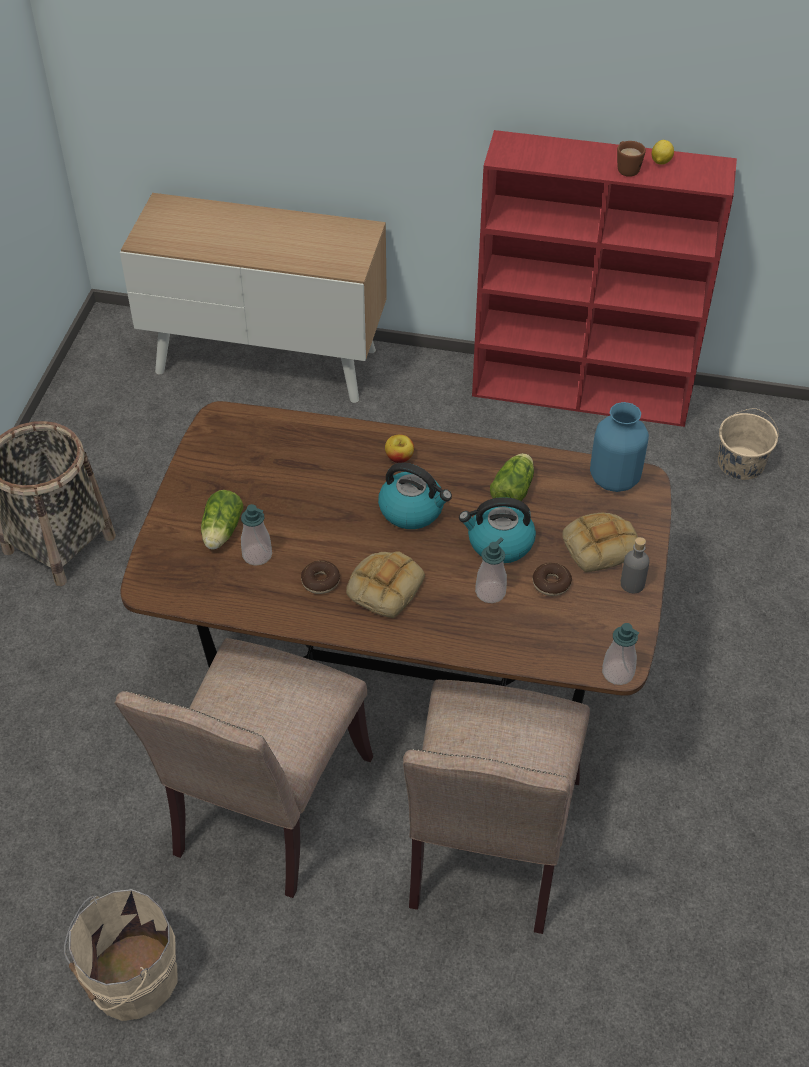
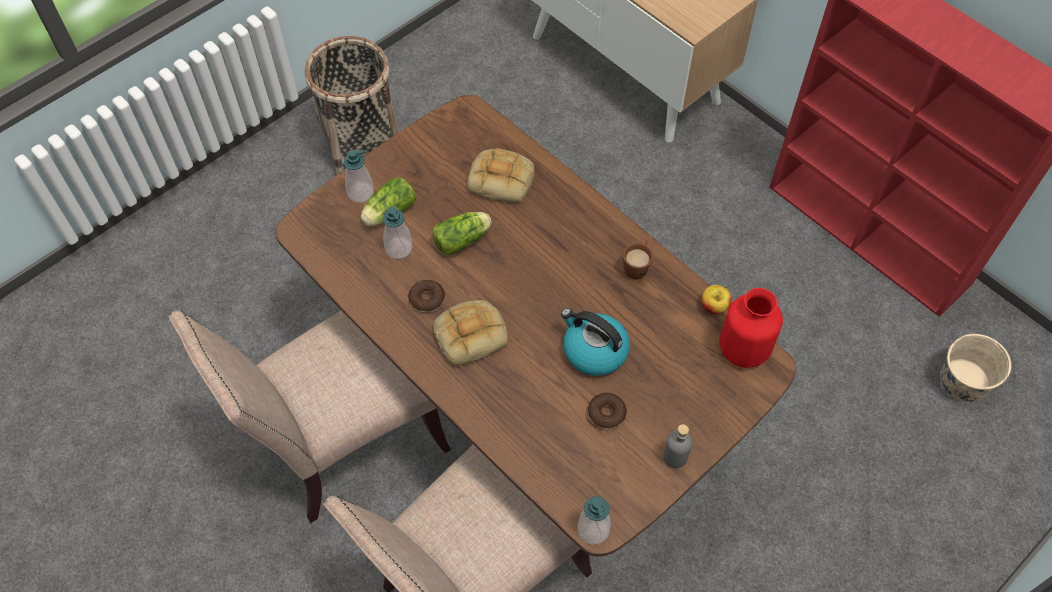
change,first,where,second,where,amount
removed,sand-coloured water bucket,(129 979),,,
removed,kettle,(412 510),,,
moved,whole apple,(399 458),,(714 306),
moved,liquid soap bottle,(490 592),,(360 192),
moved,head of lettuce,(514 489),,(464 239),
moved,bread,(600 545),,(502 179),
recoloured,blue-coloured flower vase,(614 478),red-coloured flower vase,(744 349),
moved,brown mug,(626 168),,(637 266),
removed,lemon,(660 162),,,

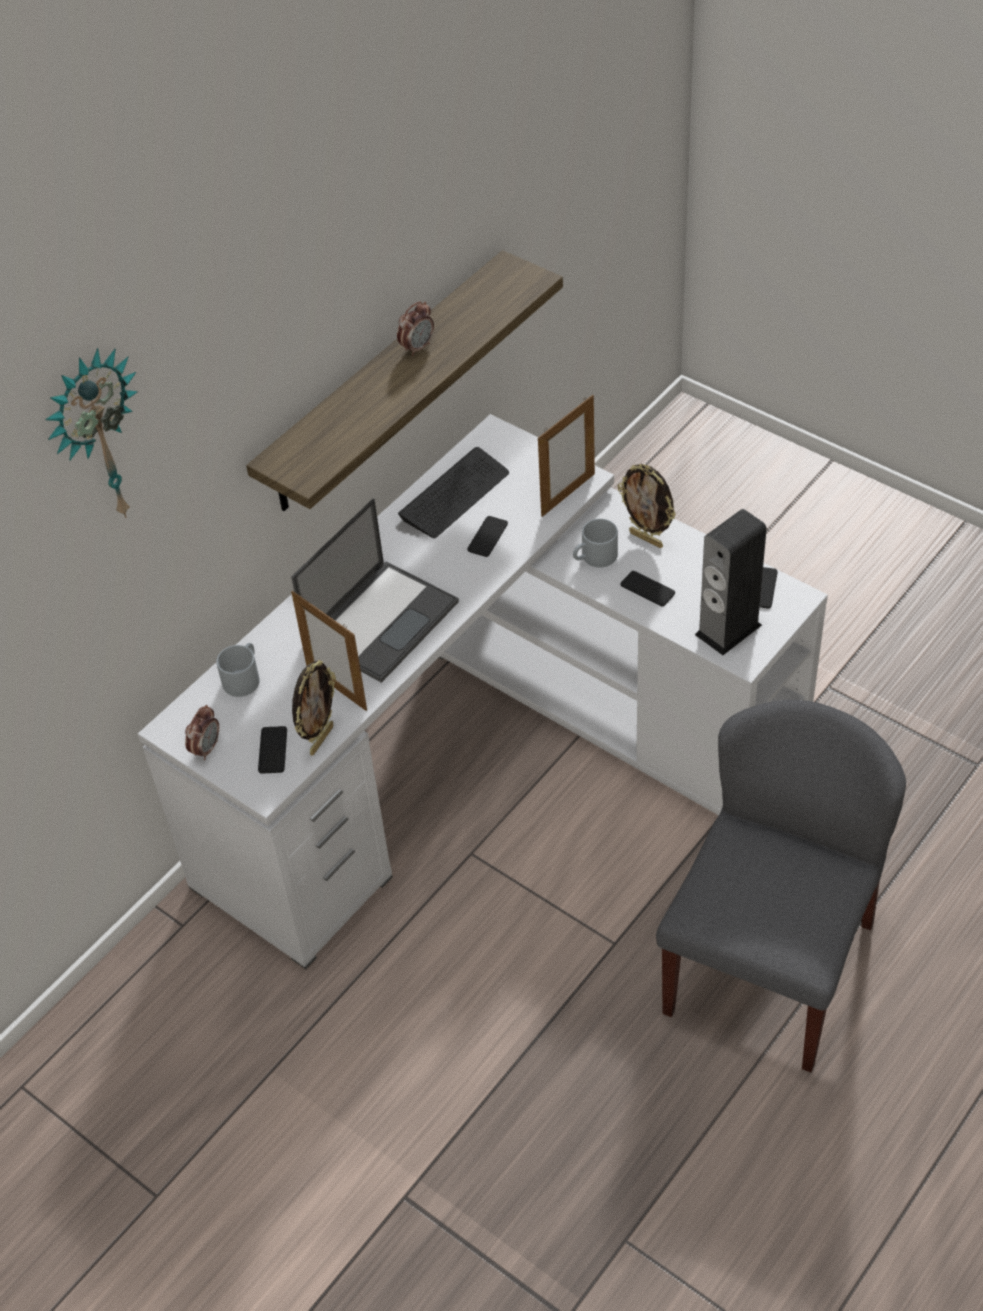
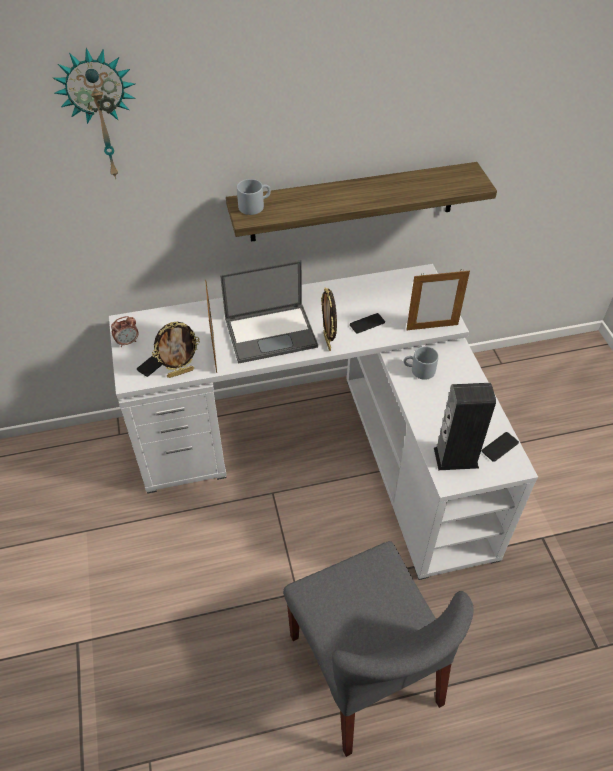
change,first,where,second,where,amount
moved,grey mug,(243 677),,(255 205),
removed,table clock,(417 348),,,
removed,PC keyboard,(454 495),,,
moved,photo frame,(647 539),,(328 342),
removed,telephone,(647 589),,,
turned,grey plain chair,(769 966),,(365 670),90 degrees clockwise

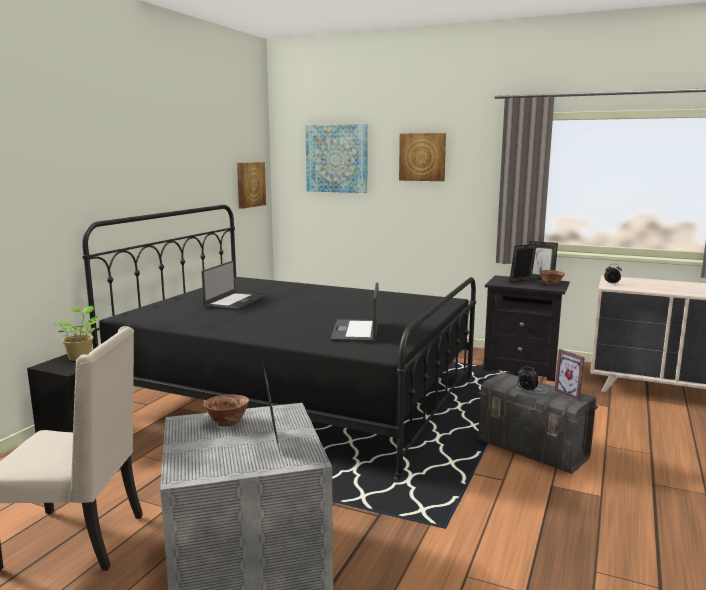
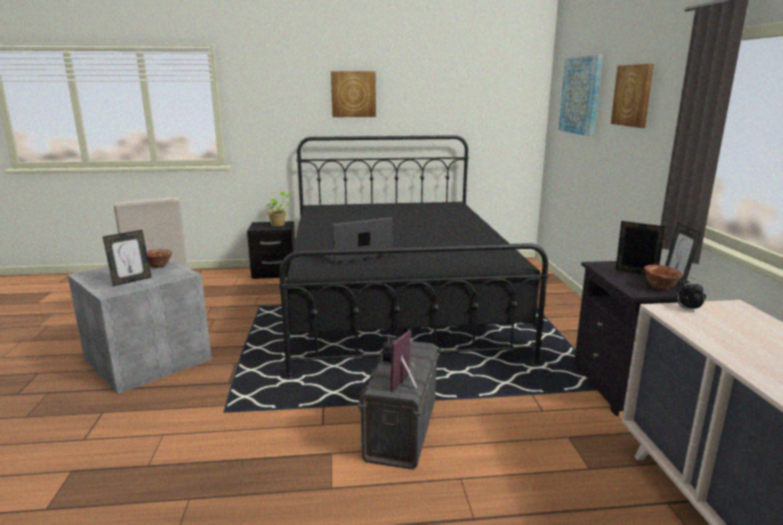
change,first,where,second,where,amount
removed,laptop,(233 302),,,
moved,wall art,(250 184),,(353 94),

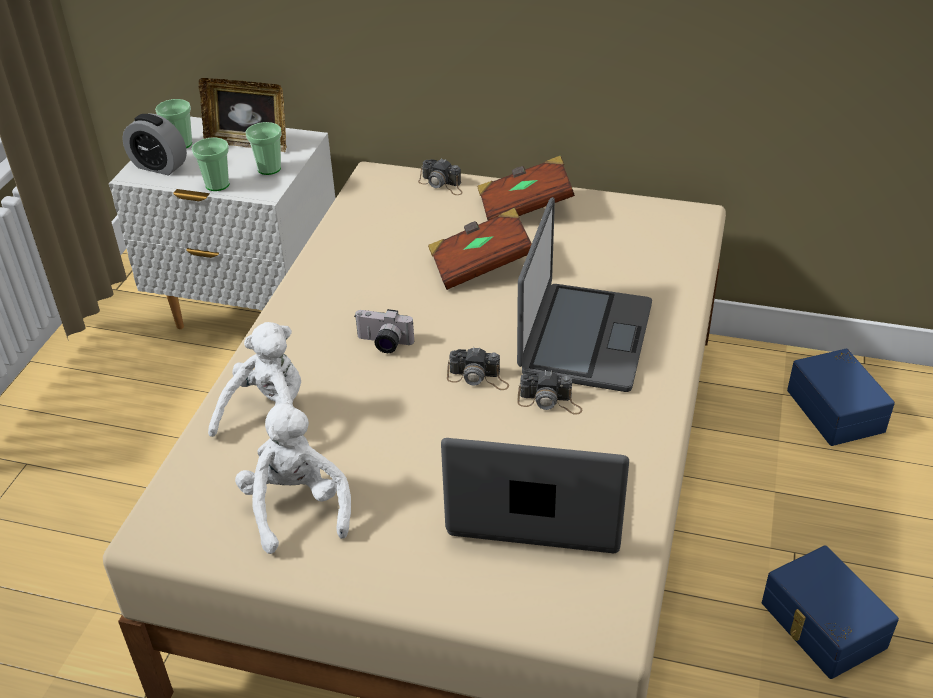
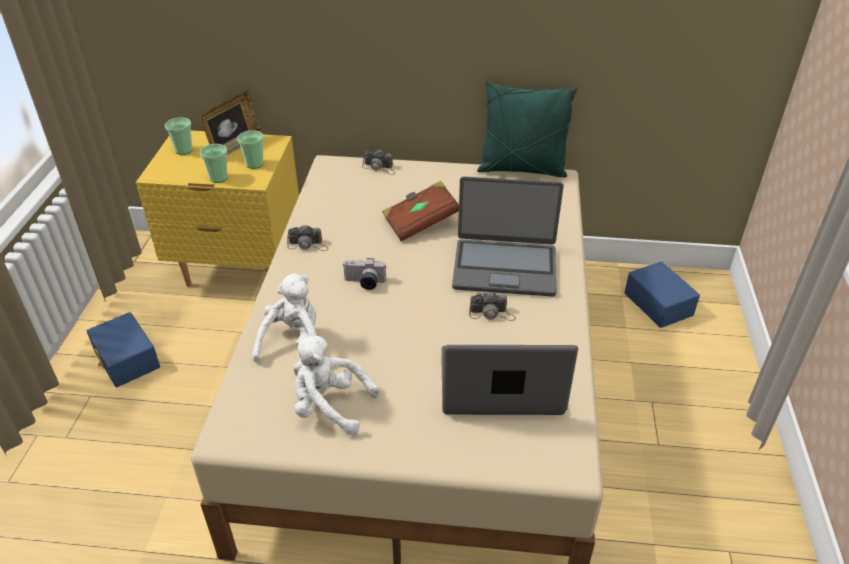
change,first,where,second,where,amount
recoloured,whitish night table,(250 311),yellowish night table,(239 269),
removed,table clock,(159 166),,,
turned,photo frame,(248 143),,(235 147),60 degrees counterclockwise
turned,whitish soft toy,(297 508),,(330 406),45 degrees counterclockwise
moved,still camera,(478 378),,(308 245),
removed,brown volume,(524 207),,,
turned,laptop,(584 338),,(504 267),90 degrees clockwise
moved,blue-coloured storage box,(821 626),,(125 359),
added,,,green-coloured throw pillow,(522 169),

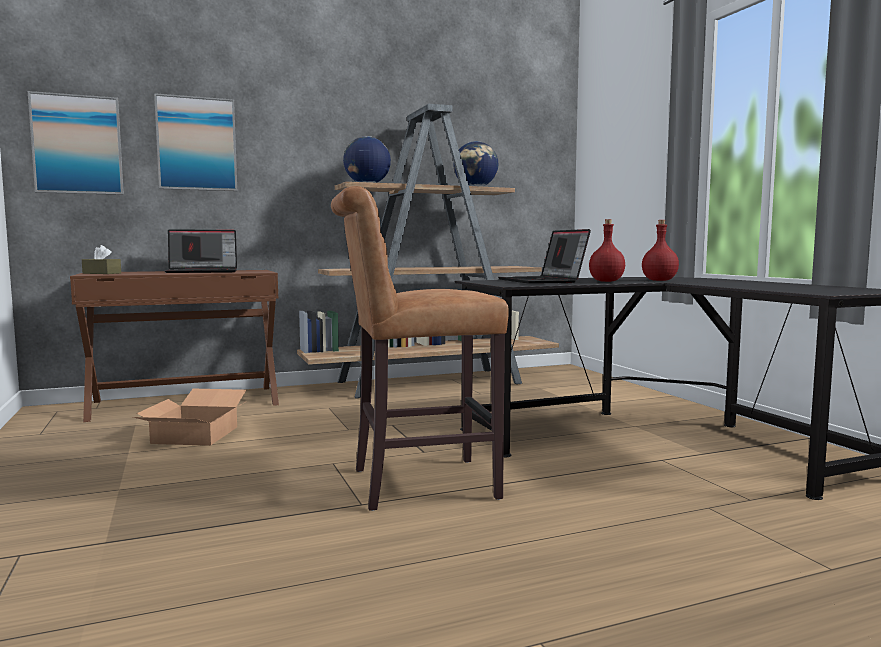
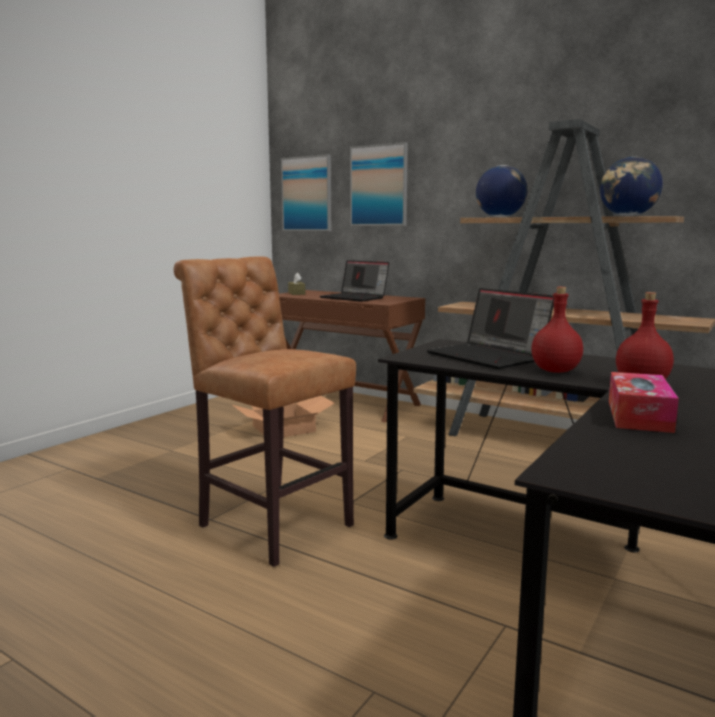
change,first,where,second,where,amount
turned,laptop,(543 281),,(489 357),75 degrees counterclockwise
added,,,box of tissues,(639 415),

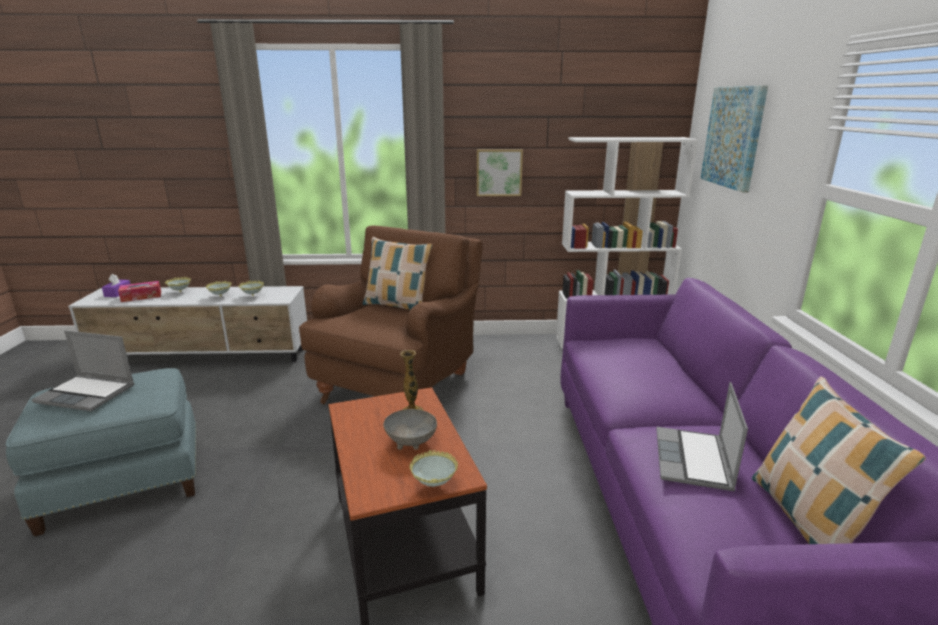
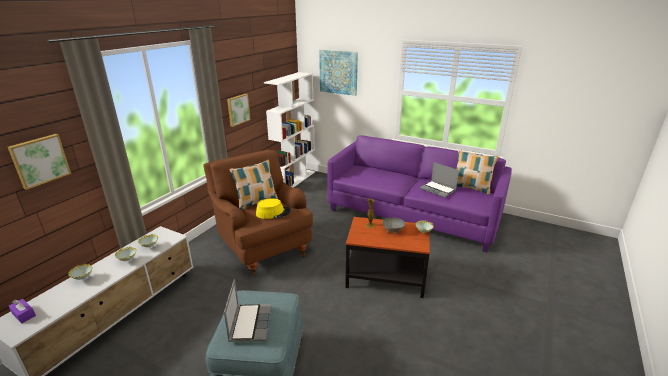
change,first,where,second,where,amount
turned,laptop,(88 394),,(250 323),45 degrees counterclockwise
removed,box of tissues,(141 296),,,
added,,,wall art,(39 160),
added,,,yellowish hat,(273 212),

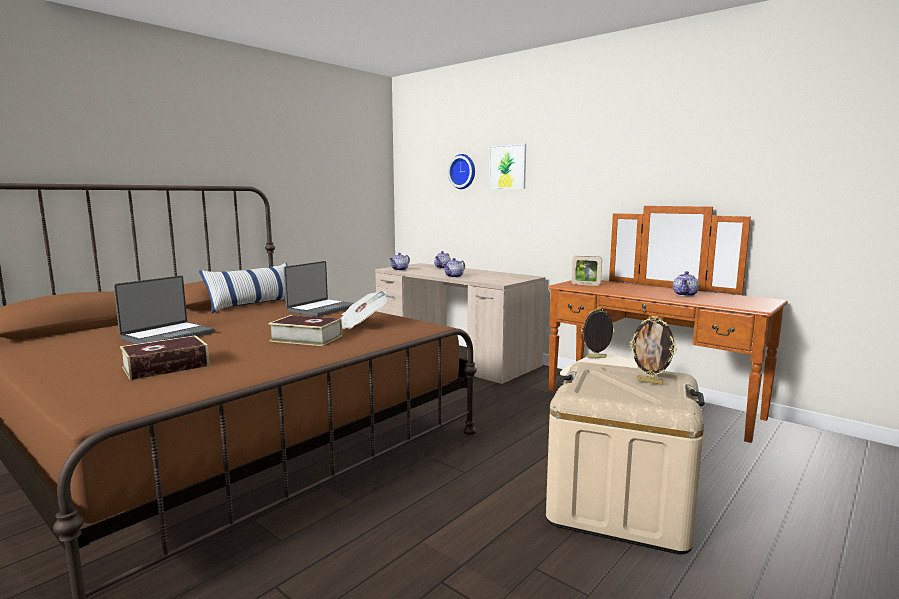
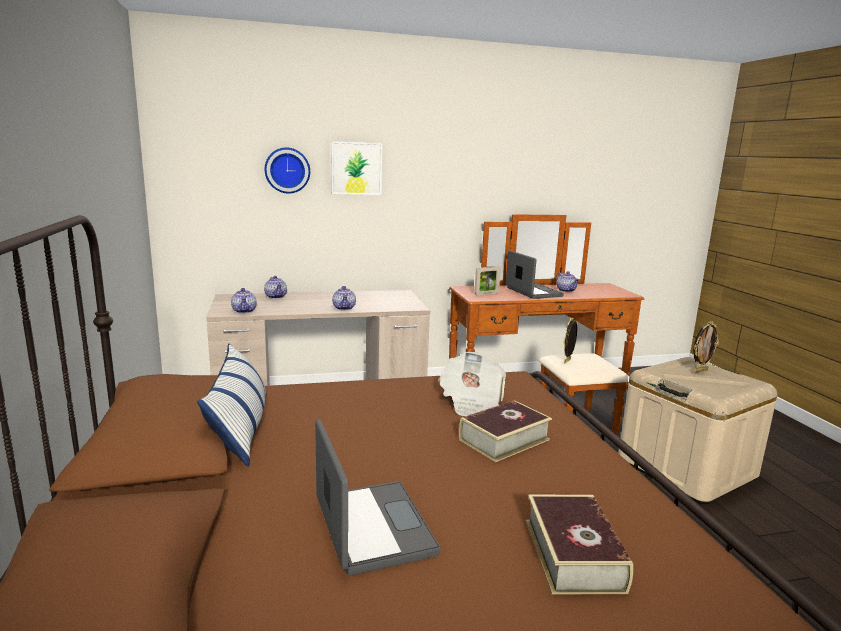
change,first,where,second,where,amount
moved,laptop,(321 309),,(532 292),

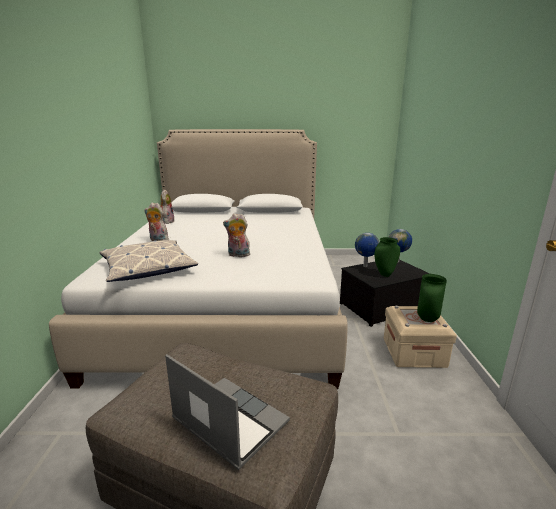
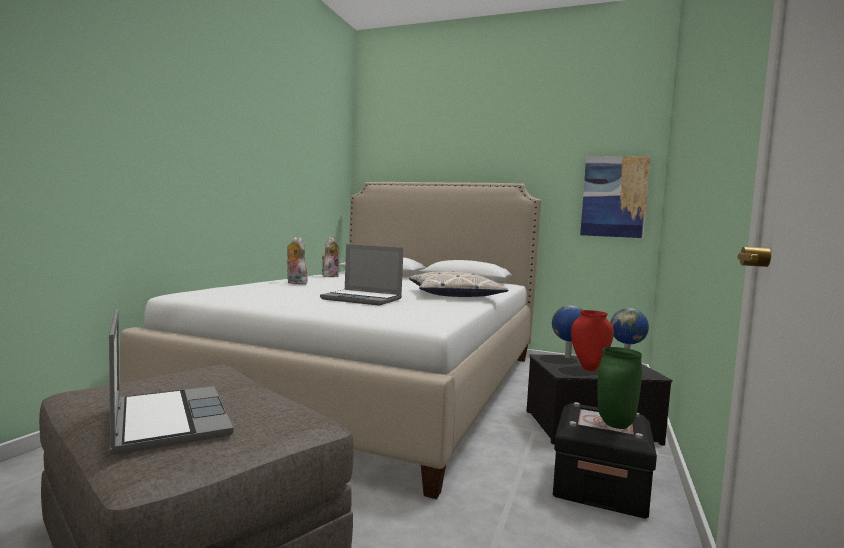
change,first,where,second,where,amount
moved,throw pillow,(147 268),,(454 295),
replaced,soft toy,(238 255),laptop,(363 299),
recoloured,green-coloured flower vase,(384 274),red-coloured flower vase,(589 368),
recoloured,sand-coloured storage box,(414 352),black storage box,(600 487),
added,,,wall art,(614 197),

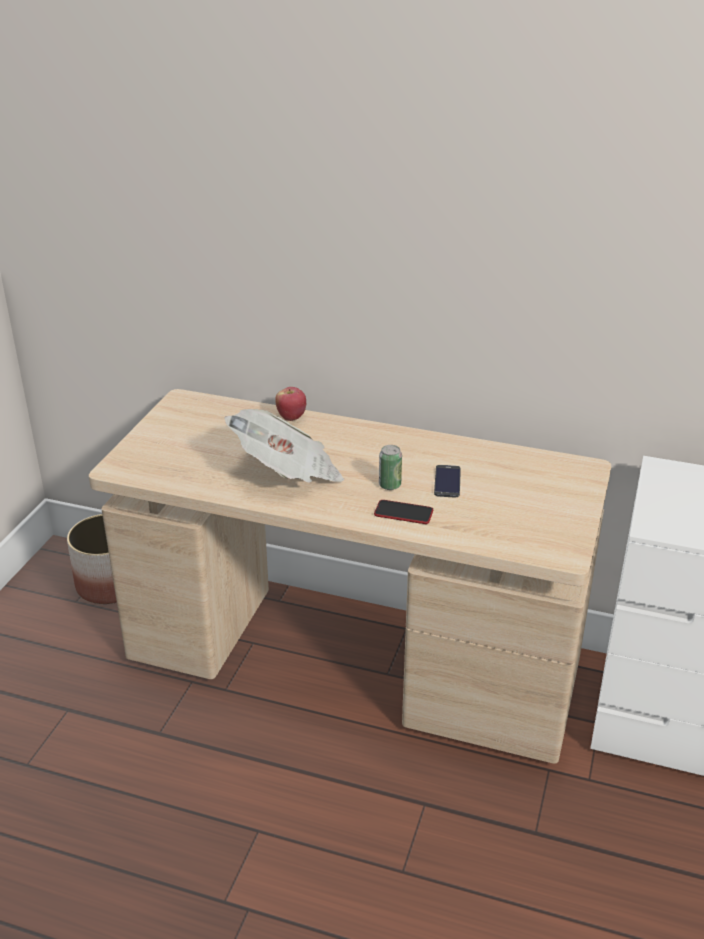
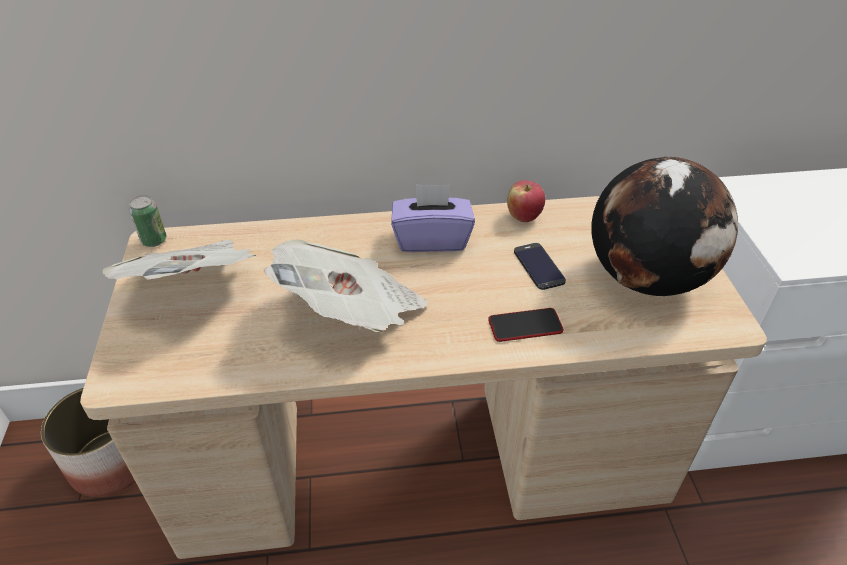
change,first,where,second,where,amount
moved,whole apple,(291 417),,(523 216),
moved,metal can,(389 485),,(154 240),
added,,,printed paper,(195 286),
added,,,purple box of tissues,(431 239),
added,,,desk globe,(646 278),

